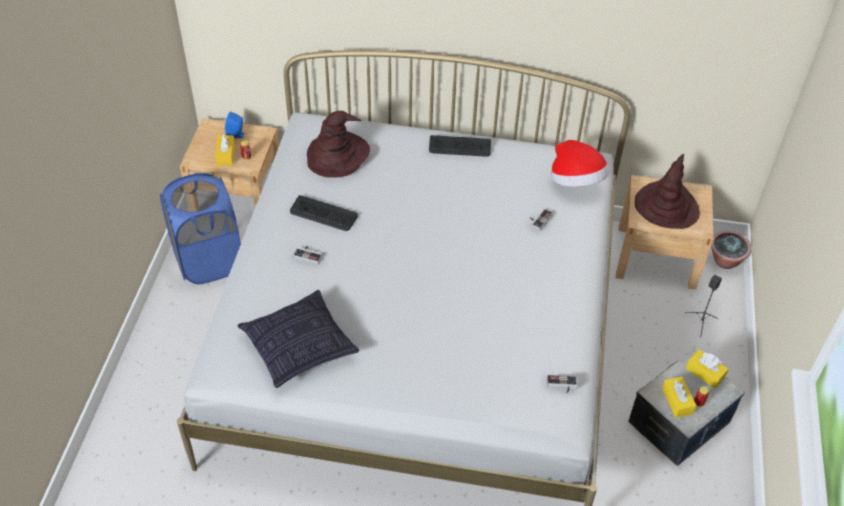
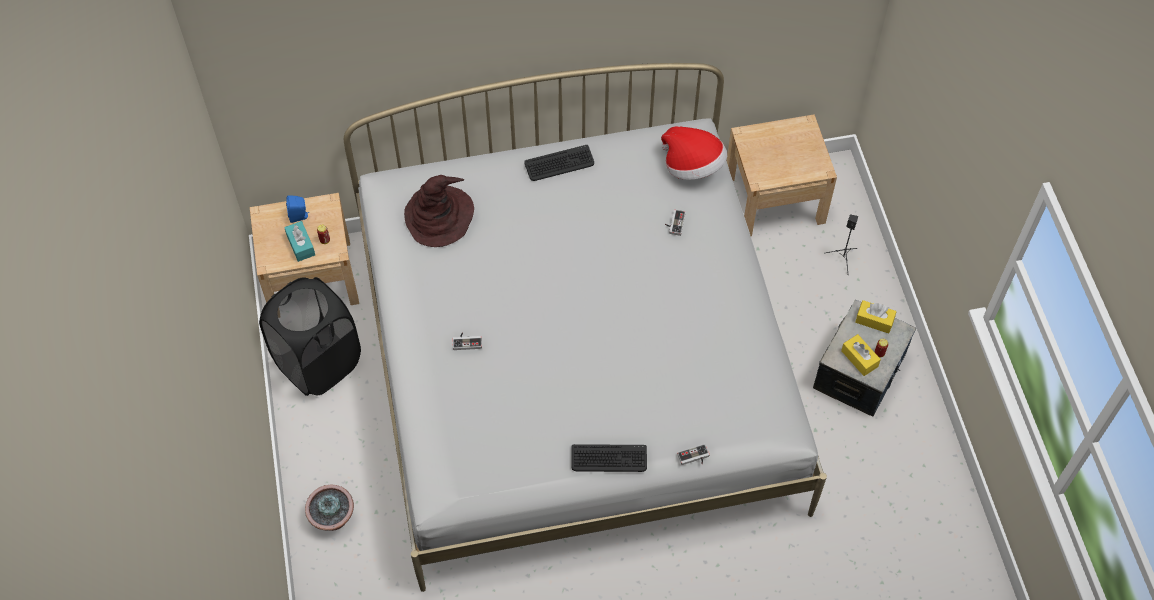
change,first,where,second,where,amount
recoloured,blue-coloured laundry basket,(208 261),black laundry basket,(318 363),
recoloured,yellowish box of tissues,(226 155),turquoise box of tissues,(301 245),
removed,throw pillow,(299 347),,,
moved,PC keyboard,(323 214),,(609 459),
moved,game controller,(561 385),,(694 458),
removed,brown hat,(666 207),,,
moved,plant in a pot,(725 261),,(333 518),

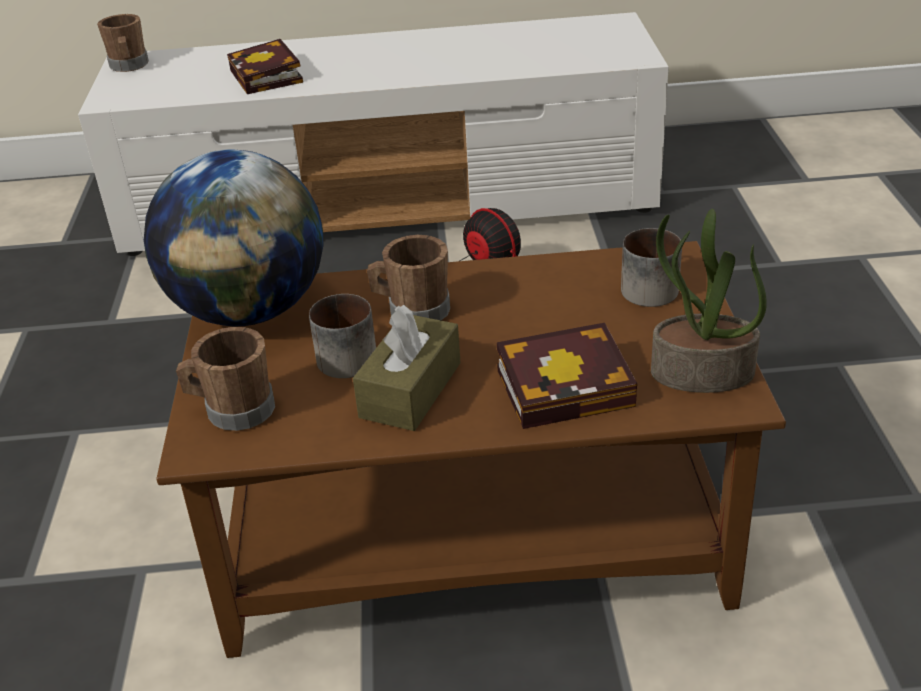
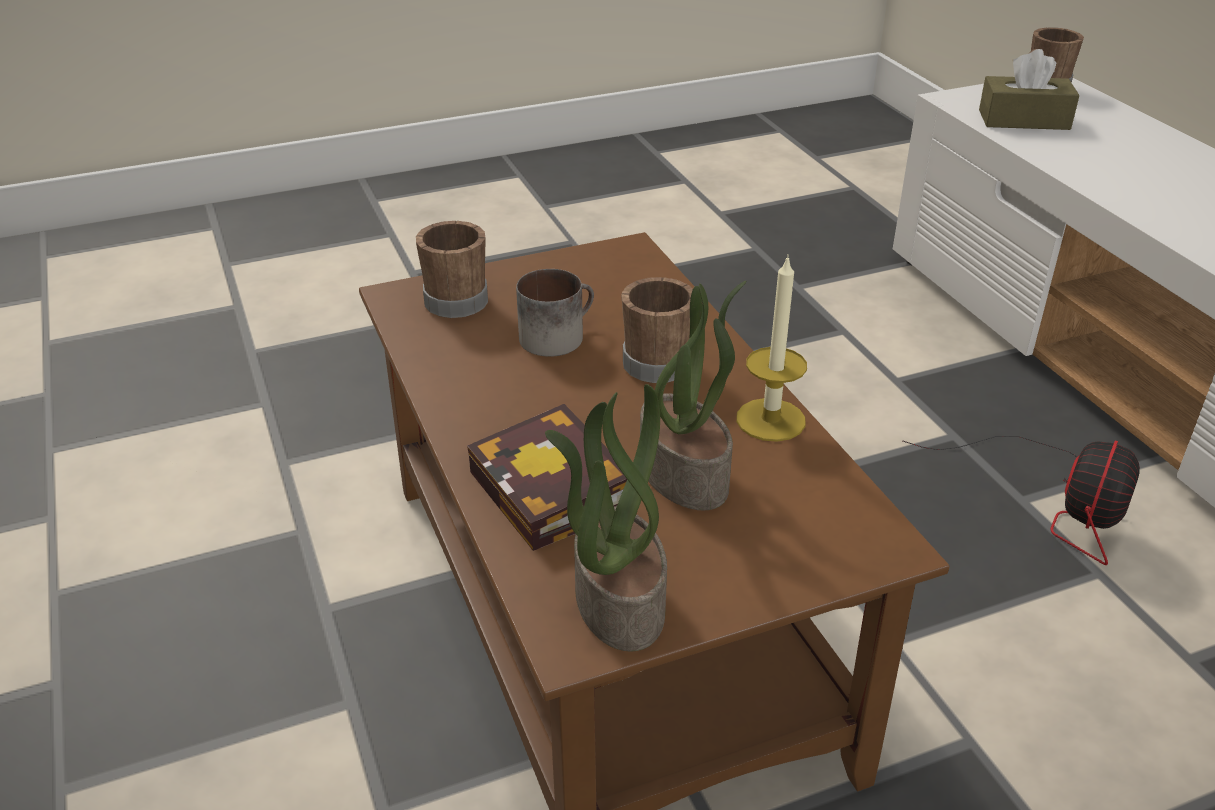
change,first,where,second,where,amount
removed,desk globe,(250 310),,,
removed,volume,(268 77),,,
moved,brown box of tissues,(410 390),,(1024 120),
removed,mug,(647 286),,,
added,,,plant in a pot,(686 474),
added,,,wax light,(770 420),

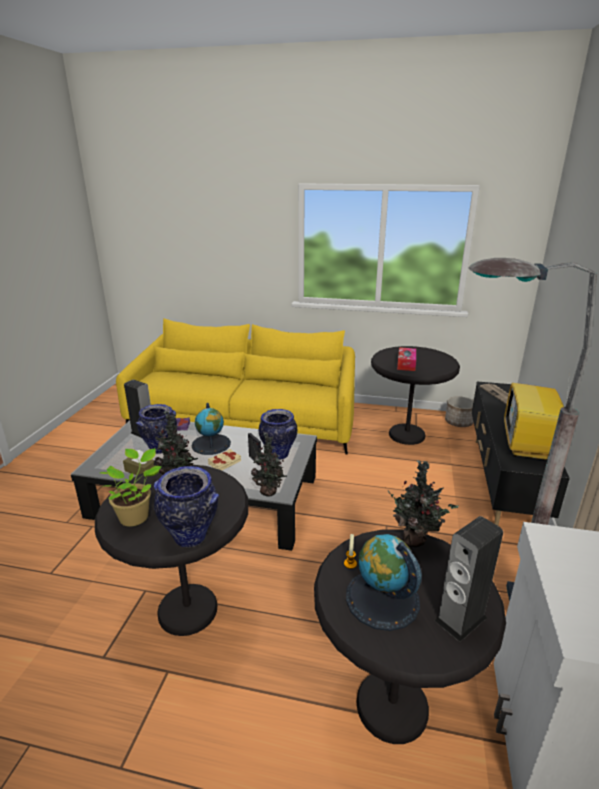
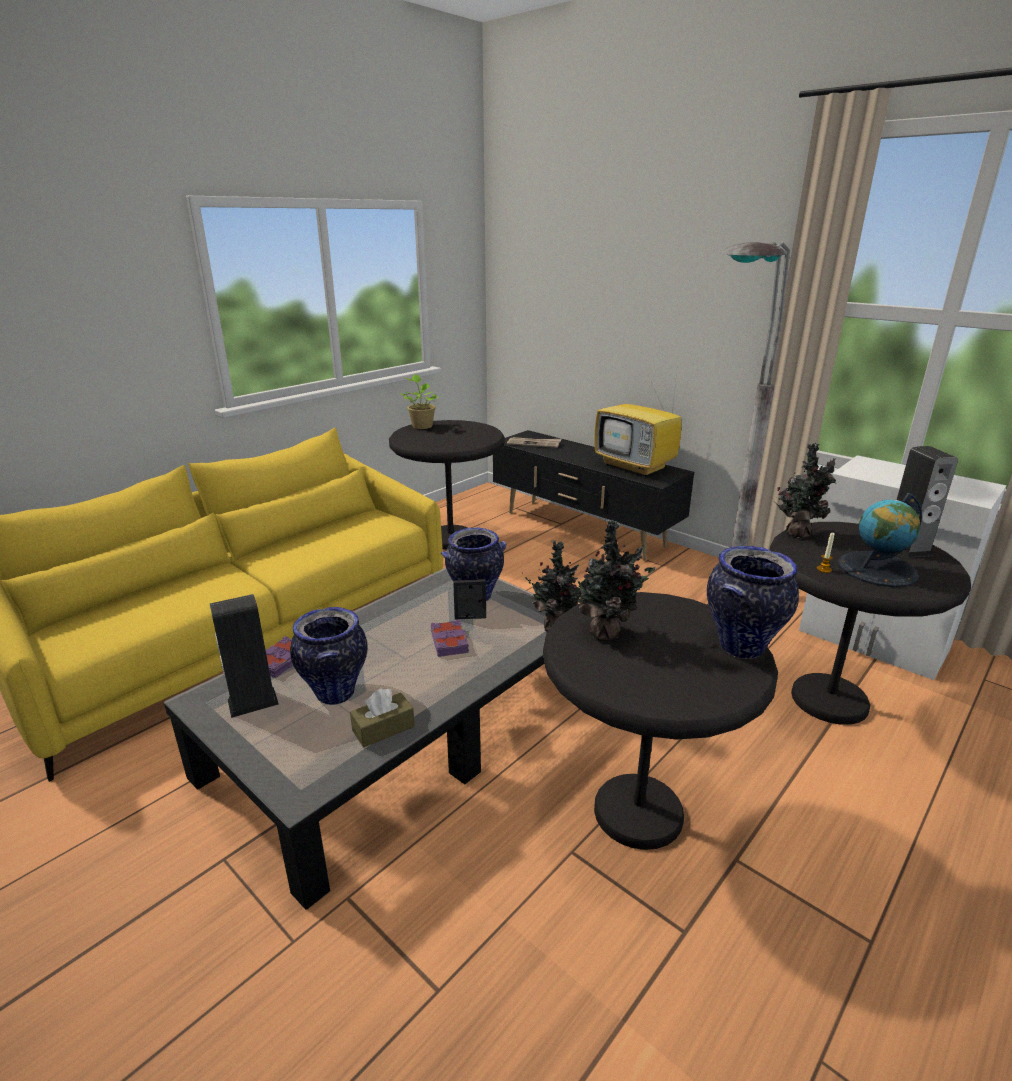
change,first,where,second,where,amount
moved,plant in a pot,(136 516),,(422 426),
removed,desk globe,(211 444),,,
recoloured,sand-coloured volume,(225 463),purple volume,(450 642),
removed,box of tissues,(406 364),,,
removed,planter,(458 422),,,

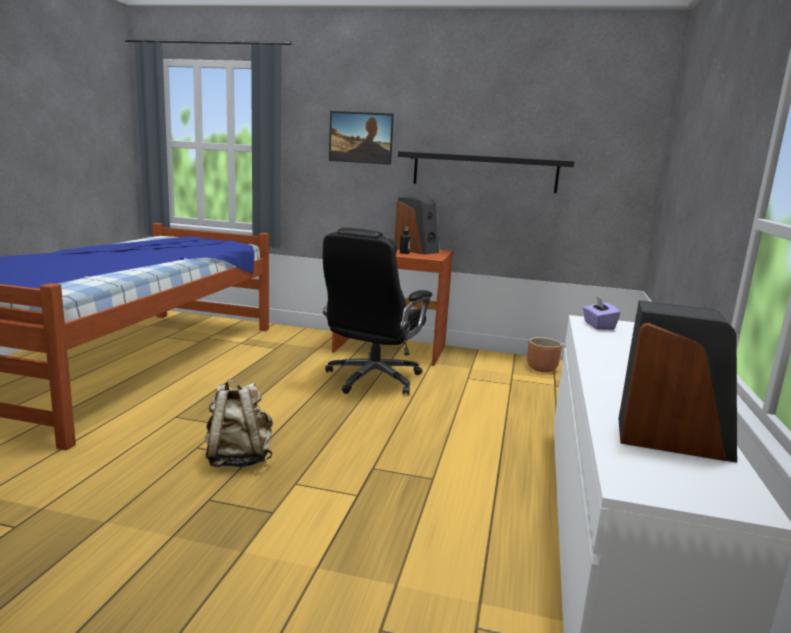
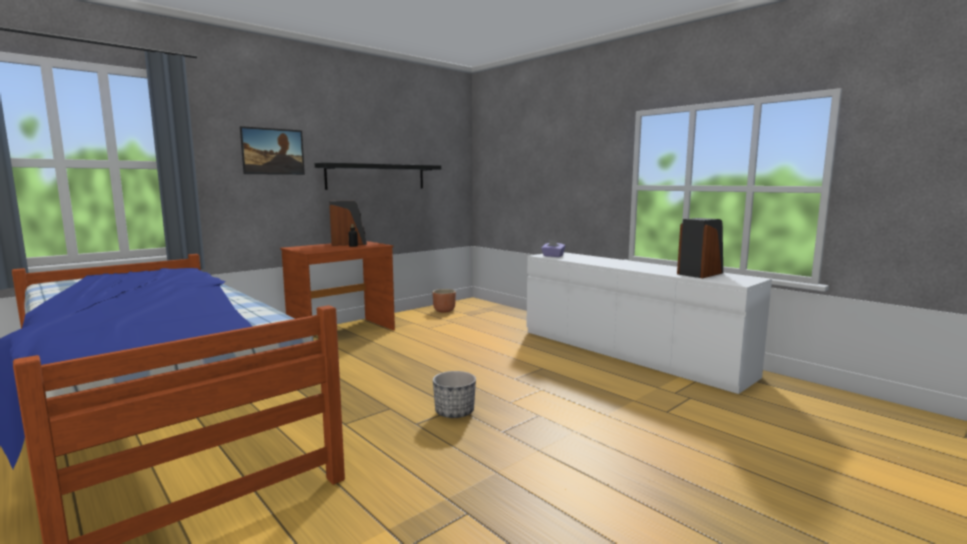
change,first,where,second,where,amount
replaced,sand-coloured knapsack,(238 459),planter,(454 412),
removed,black office chair,(372 379),,,

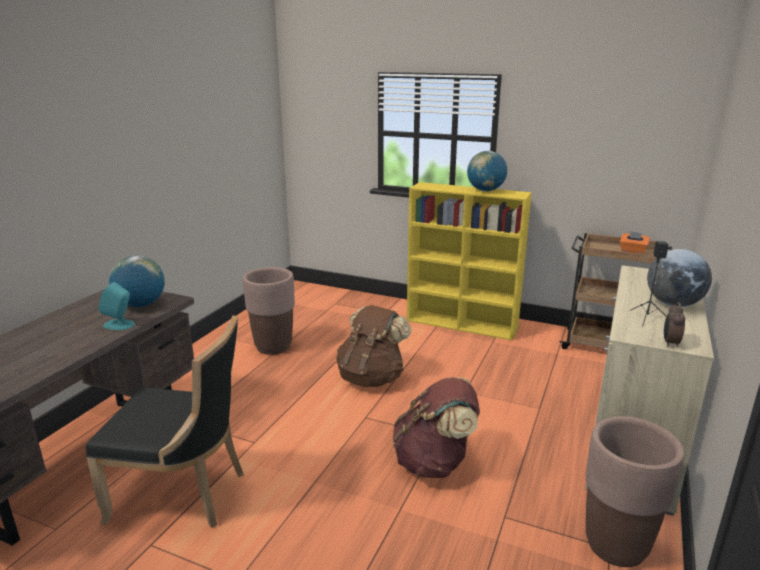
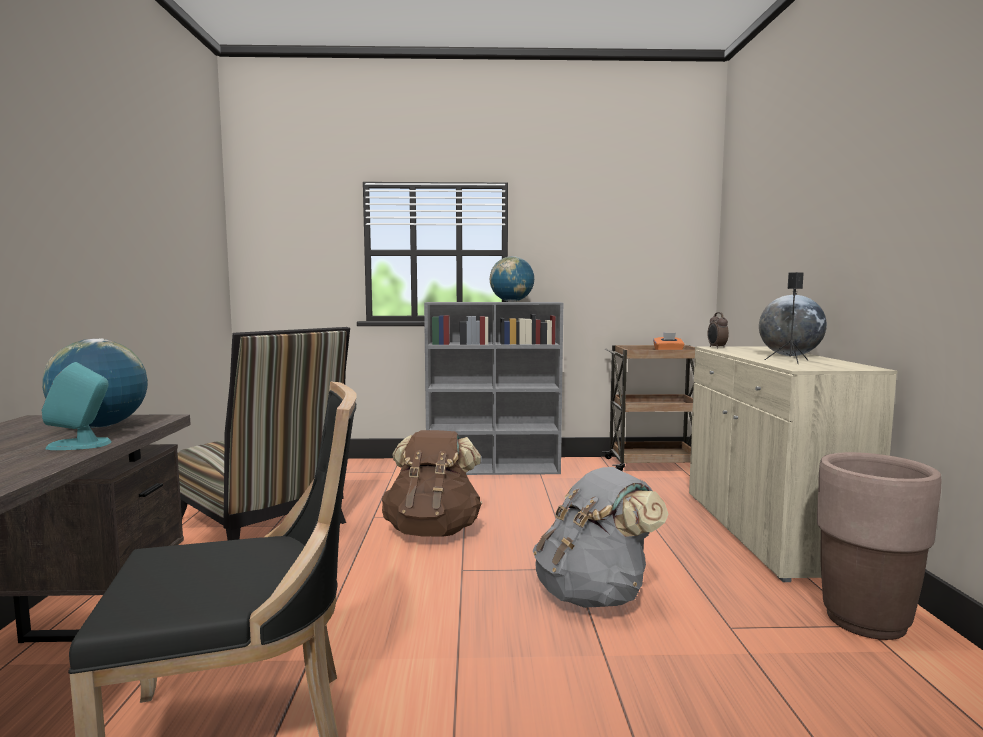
change,first,where,second,where,amount
replaced,brown planter,(273 347),plain chair,(265 524),
recoloured,brown knapsack,(434 463),grey knapsack,(595 595),
recoloured,yellowish bookcase,(462 324),grey bookcase,(494 469),
moved,table clock,(670 343),,(716 347),

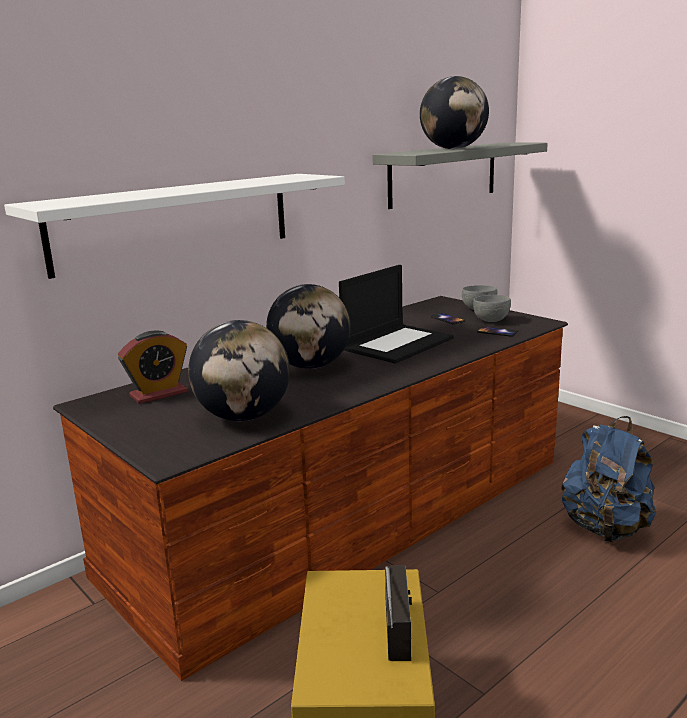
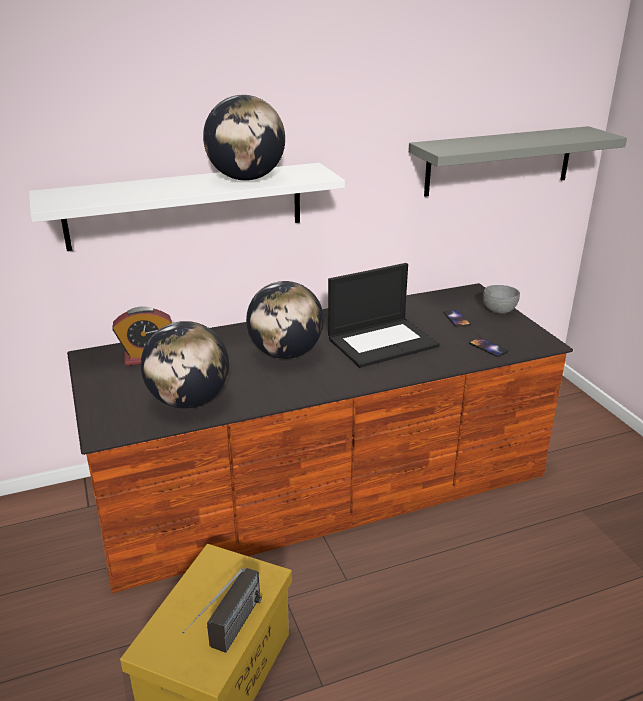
change,first,where,second,where,amount
moved,desk globe,(453 149),,(246 179),
removed,grey bowl,(491 320),,,
removed,blue-coloured knapsack,(605 528),,,

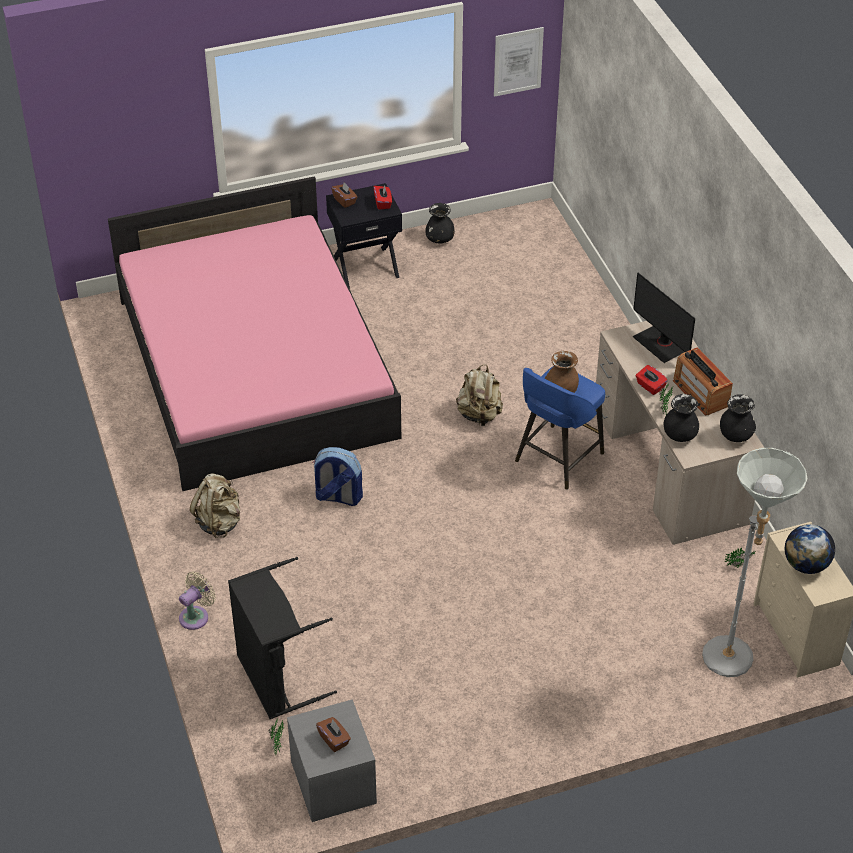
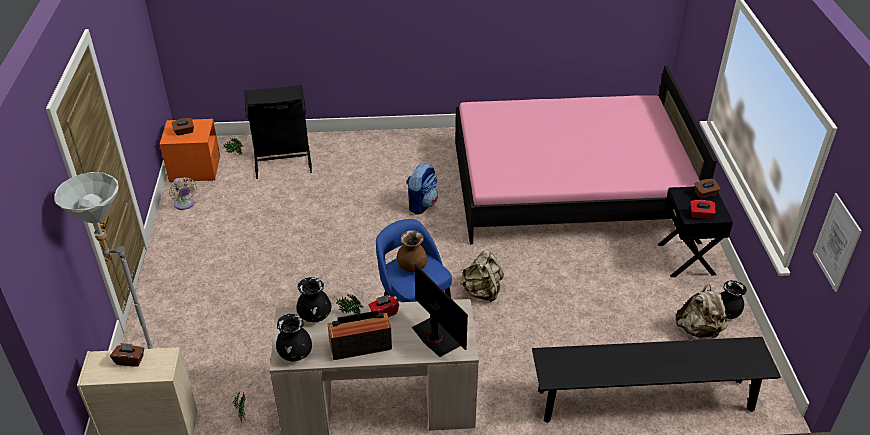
change,first,where,second,where,amount
moved,sand-coloured fan,(196 616),,(185 204),
moved,sand-coloured knapsack,(219 522),,(699 330),
recoloured,grey night table,(333 783),orangey night table,(195 169),
turned,computer display,(661 344),,(438 336),75 degrees clockwise
replaced,desk globe,(806 565),brown box of tissues,(130 360),
added,,,black bench,(645 400),

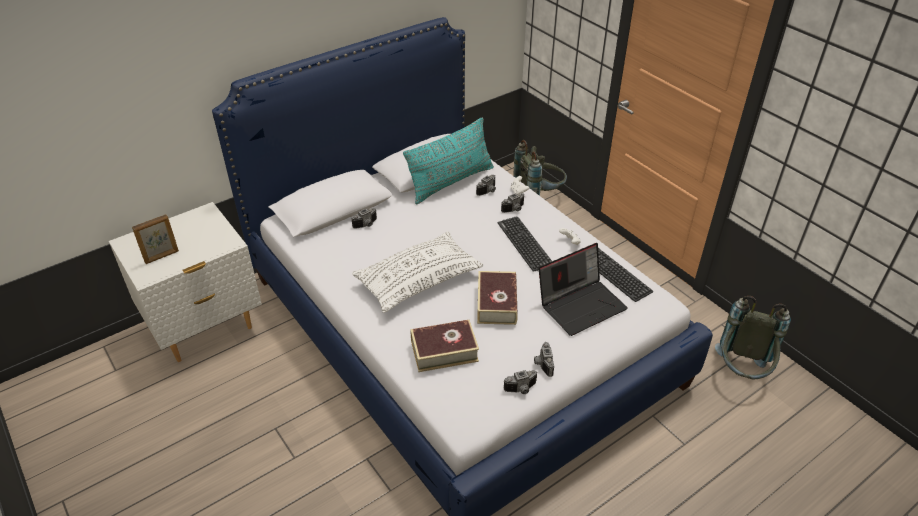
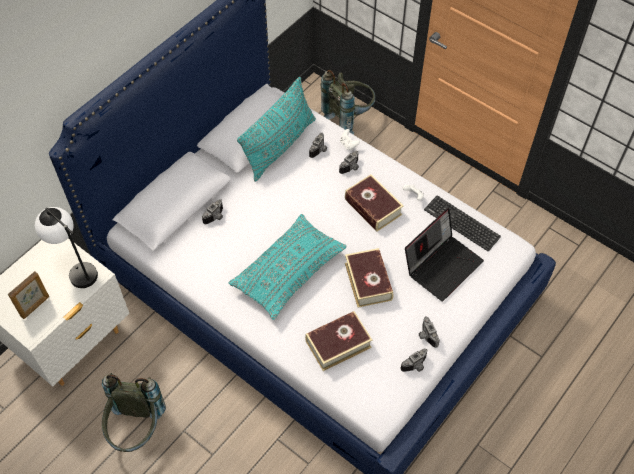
change,first,where,second,where,amount
recoloured,whitish throw pillow,(418 280),turquoise throw pillow,(288 272),
replaced,PC keyboard,(525 244),volume,(373 207),
moved,grey knapsack,(741 372),,(136 429),
added,,,table lamp,(76 269),

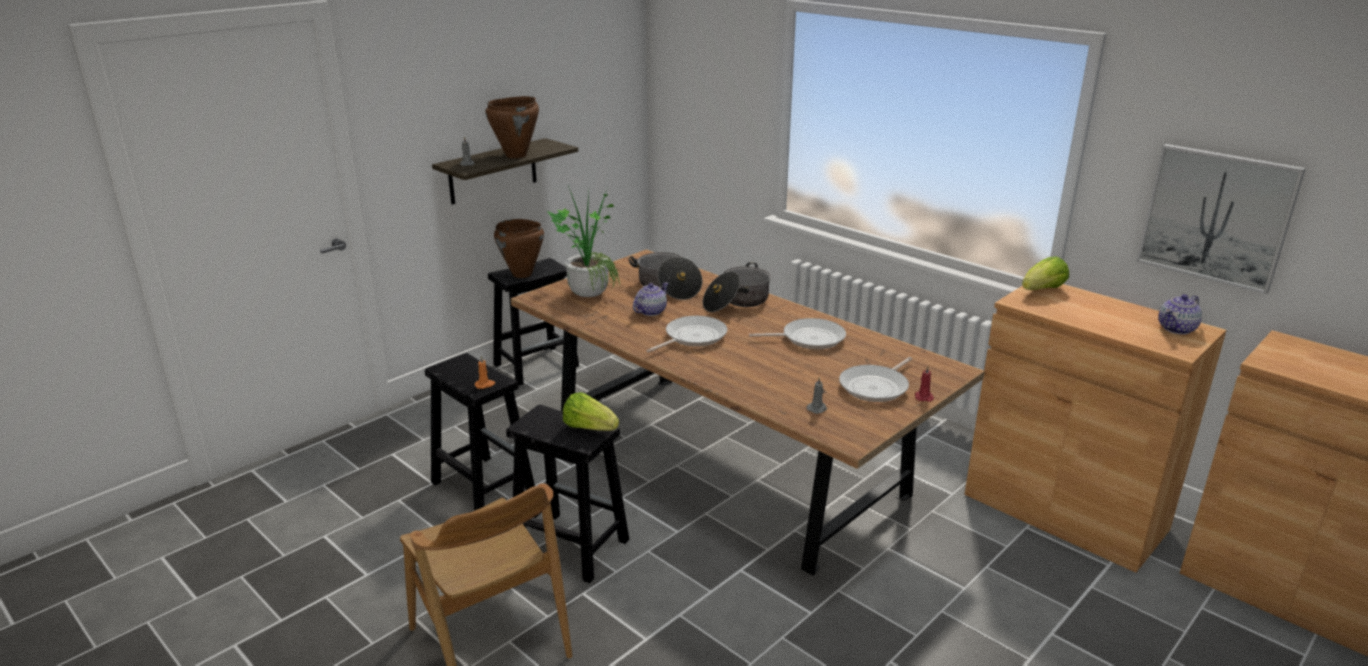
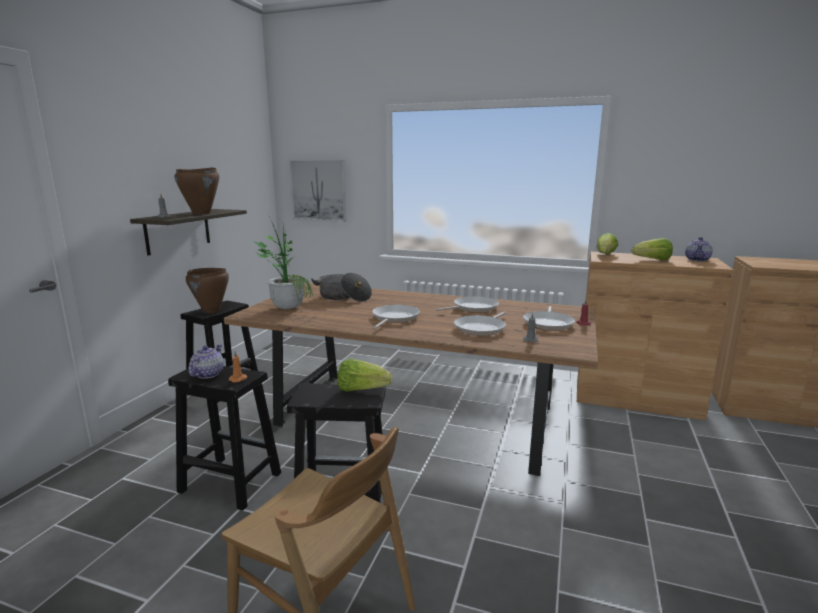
change,first,where,second,where,amount
moved,tea pot,(650 311),,(207 374),
removed,cooking pot,(736 302),,,
moved,wall art,(1216 216),,(319 190),
added,,,skillet,(481 328),
added,,,head of lettuce,(652 260),

